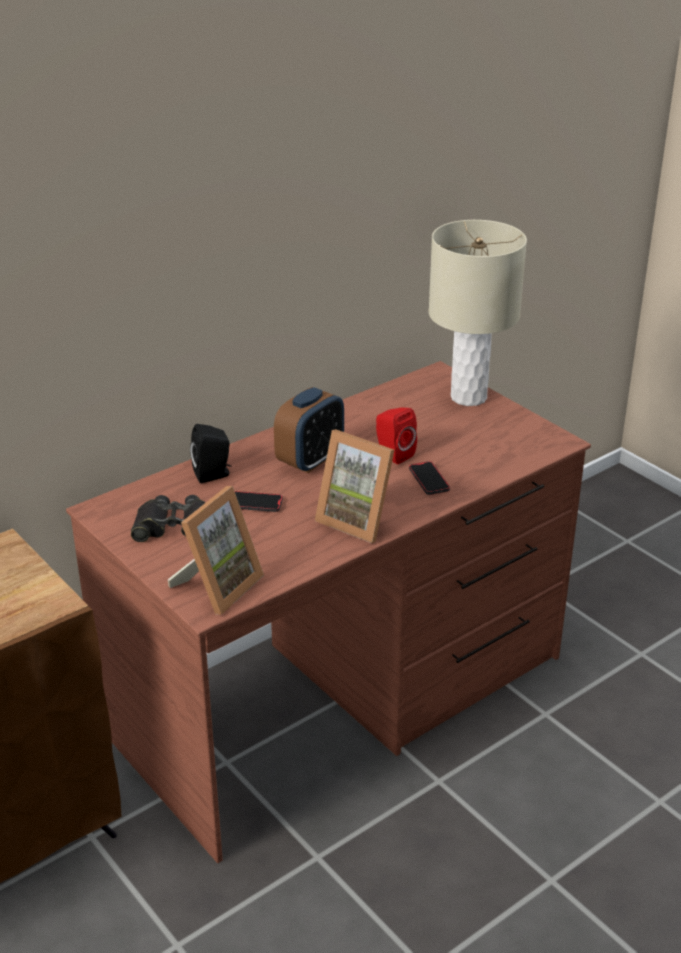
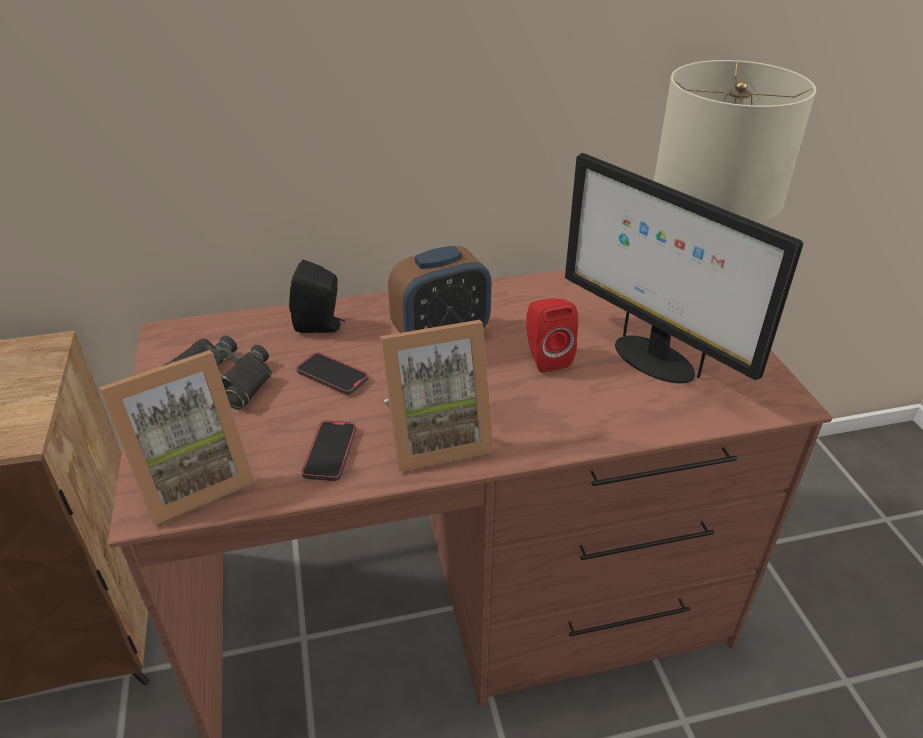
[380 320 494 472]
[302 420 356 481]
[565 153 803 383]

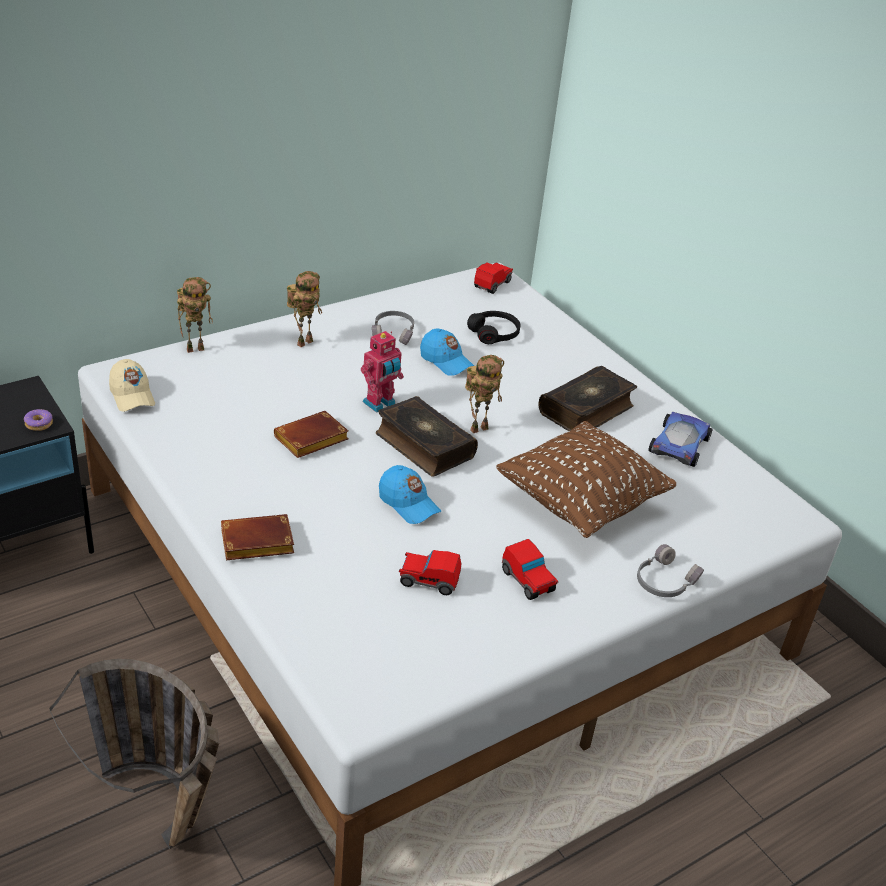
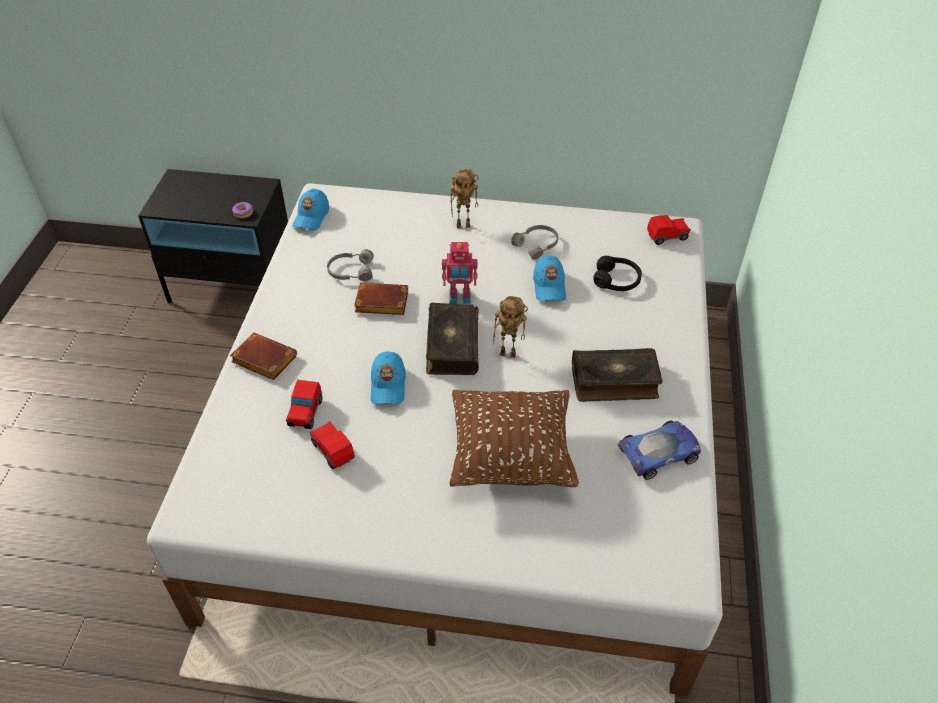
[177 277 213 353] (first image)
[292 189 329 231]
[286 380 322 429]
[327 249 374 281]
[49 659 219 849] (first image)

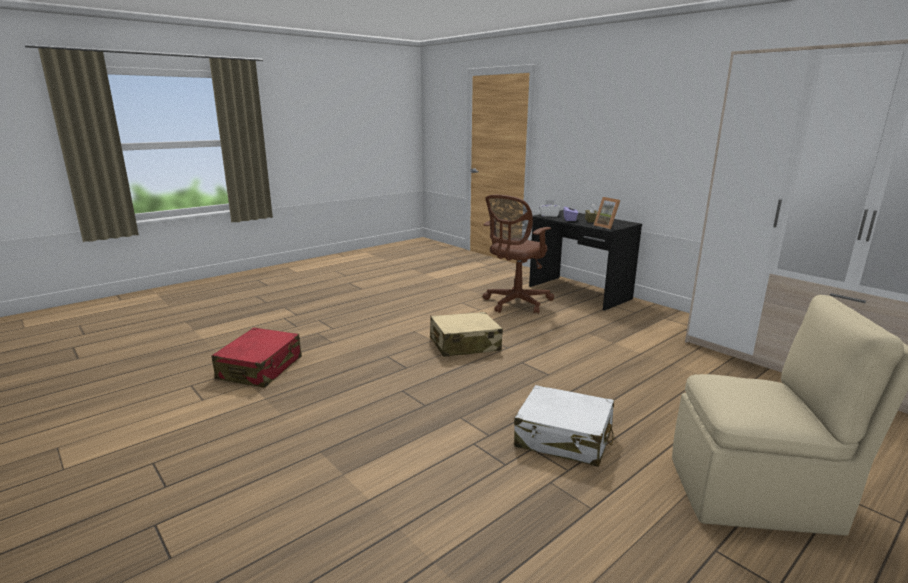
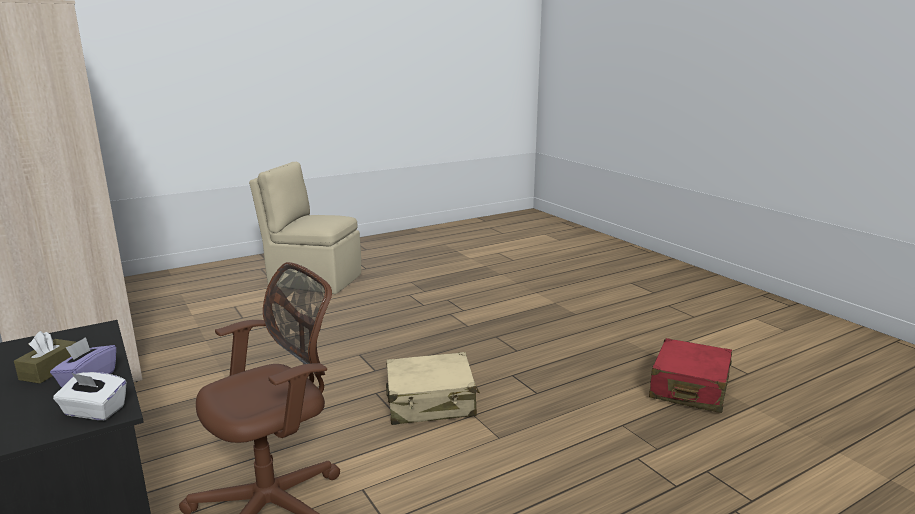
[594 197 621 230] (first image)
[514 385 614 467] (first image)

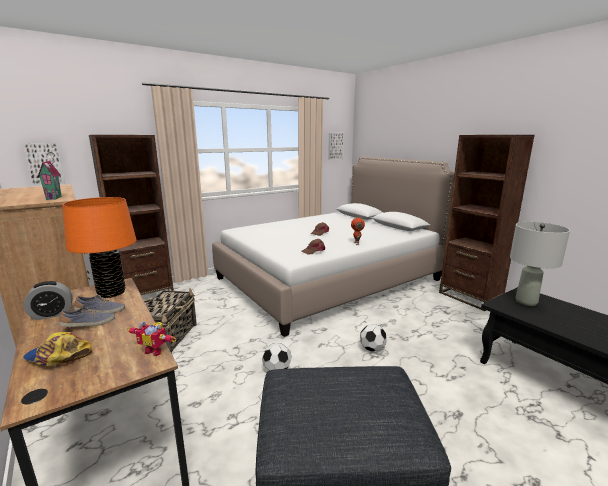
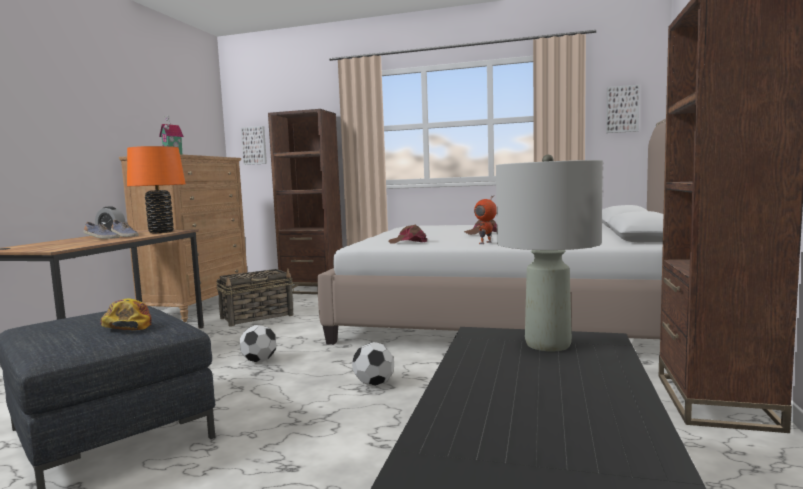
[127 321 176 356] (first image)
[100 298 152 330]

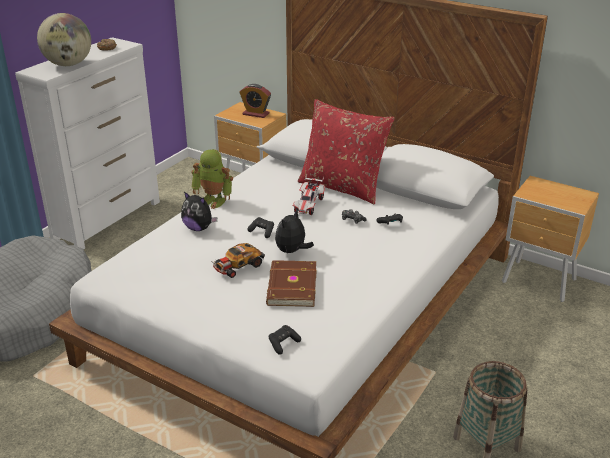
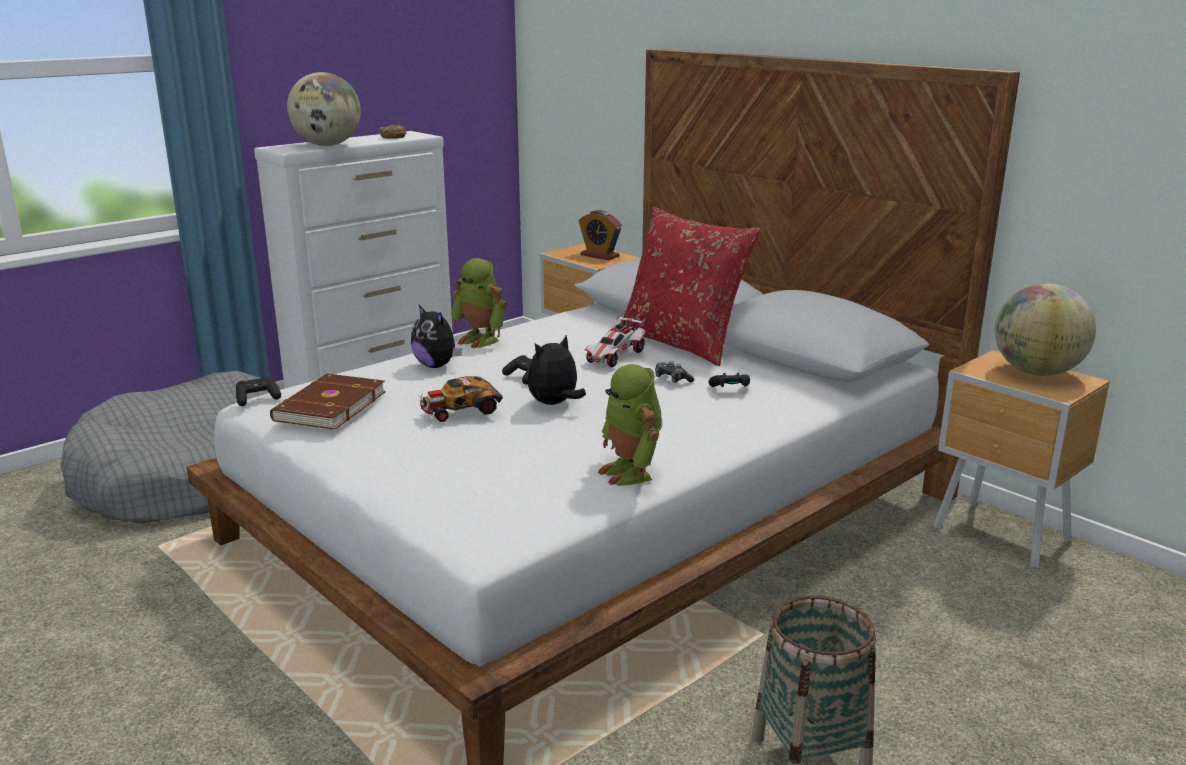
[270 374 386 430]
[236 376 281 406]
[995 283 1096 376]
[597 364 662 486]

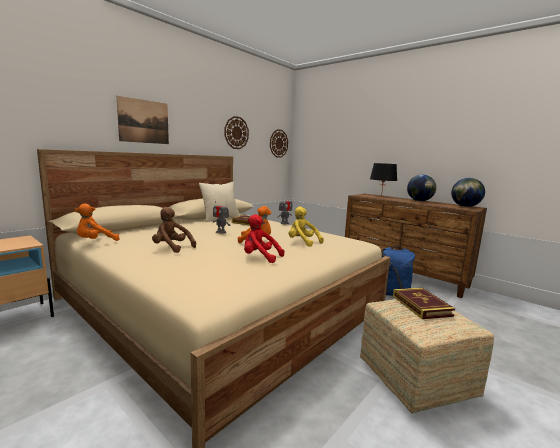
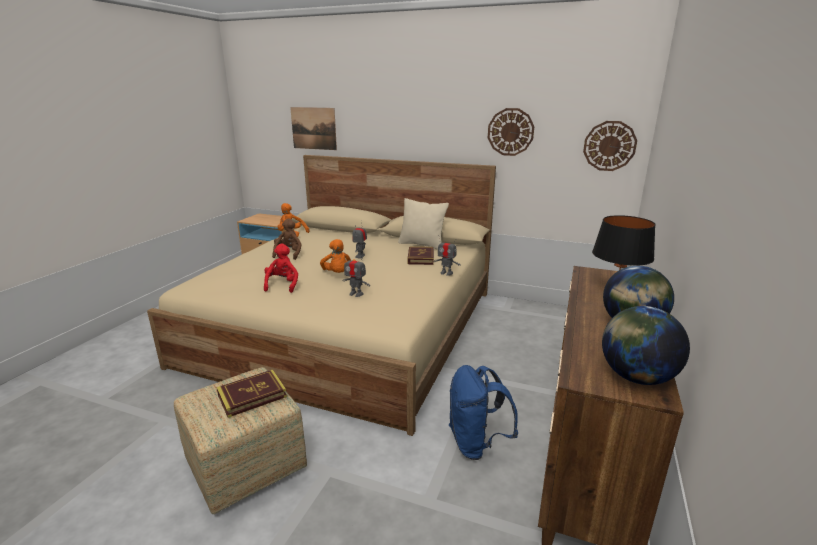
[290 107 337 150]
[342 252 370 297]

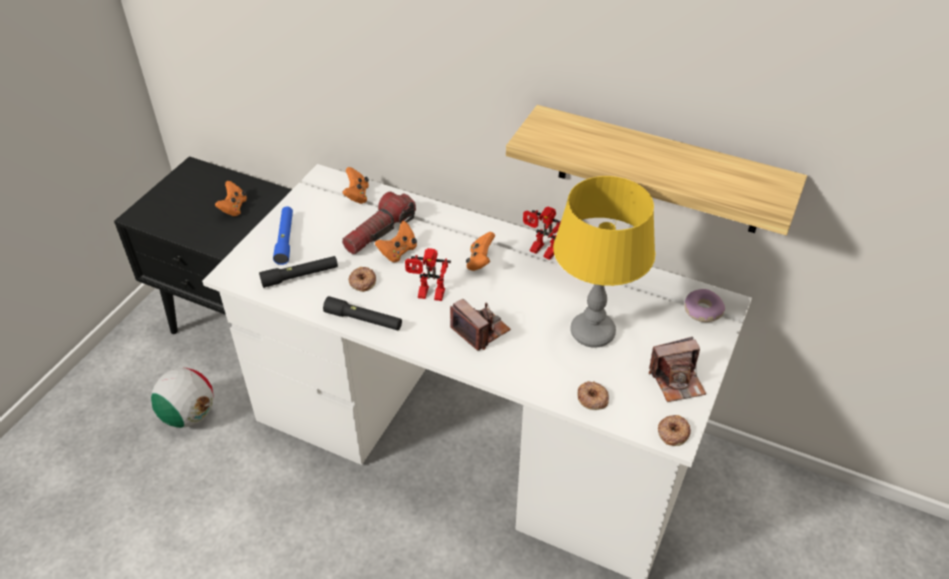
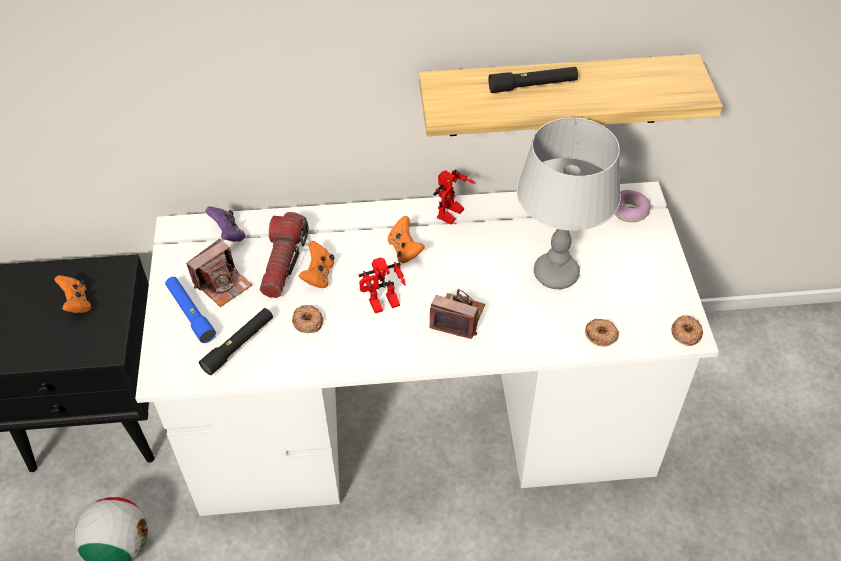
[205 206 246 242]
[517 118 621 289]
[433 170 476 224]
[489 67 578 93]
[186 239 252 307]

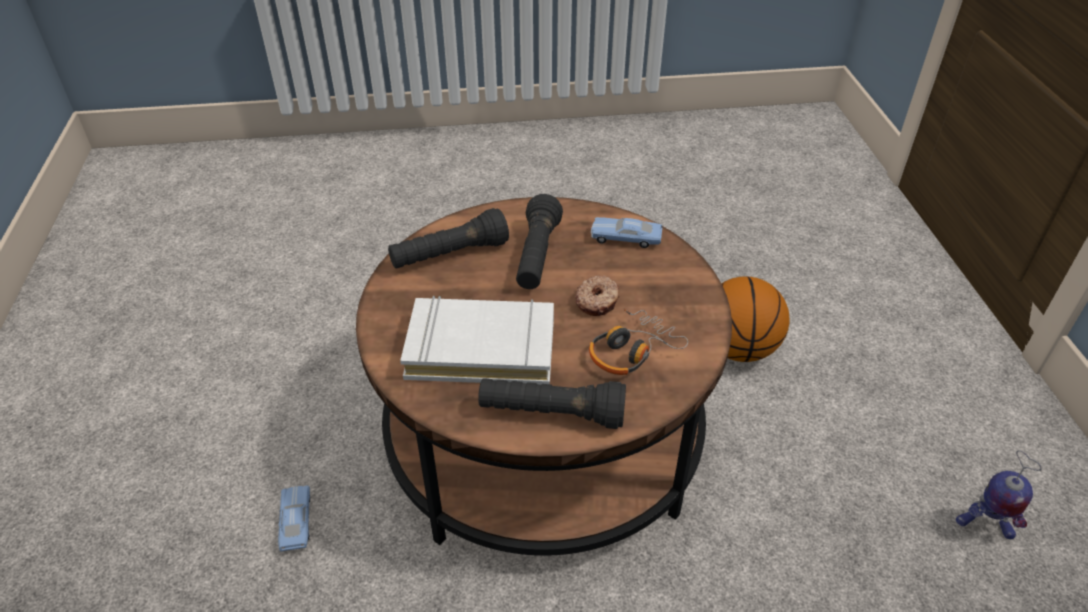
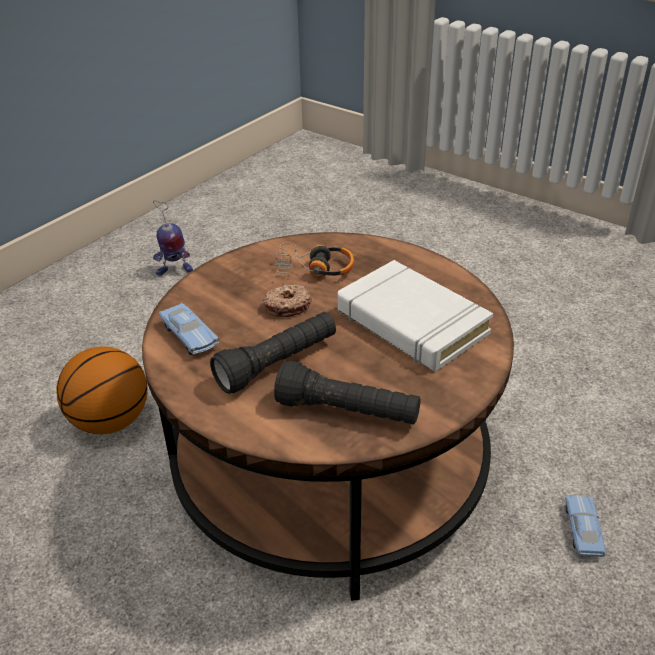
[478 378 626 429] (first image)
[153 200 193 276]
[565 496 605 557]

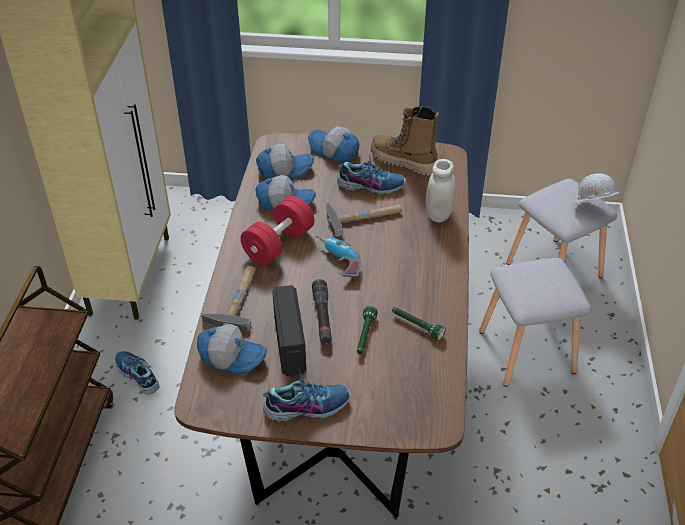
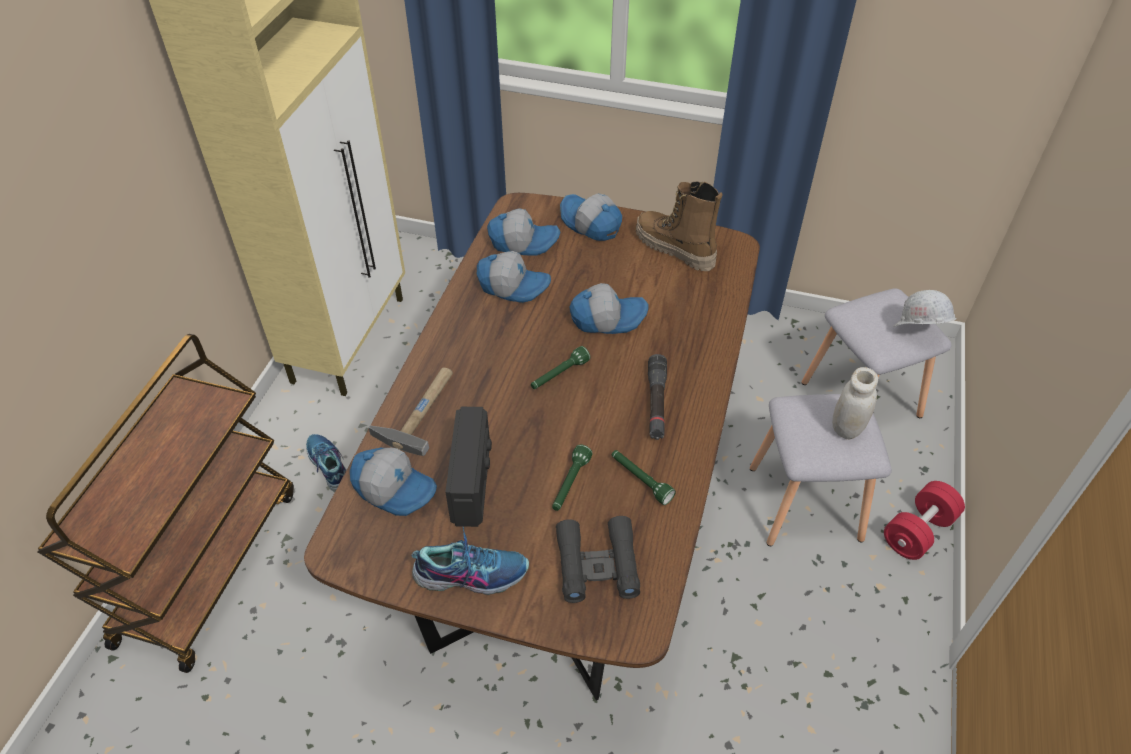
[337 157 406 195] (first image)
[832 367 878 439]
[884 481 965 560]
[570 283 649 334]
[531 346 590 389]
[648 354 667 440]
[556 516 640 603]

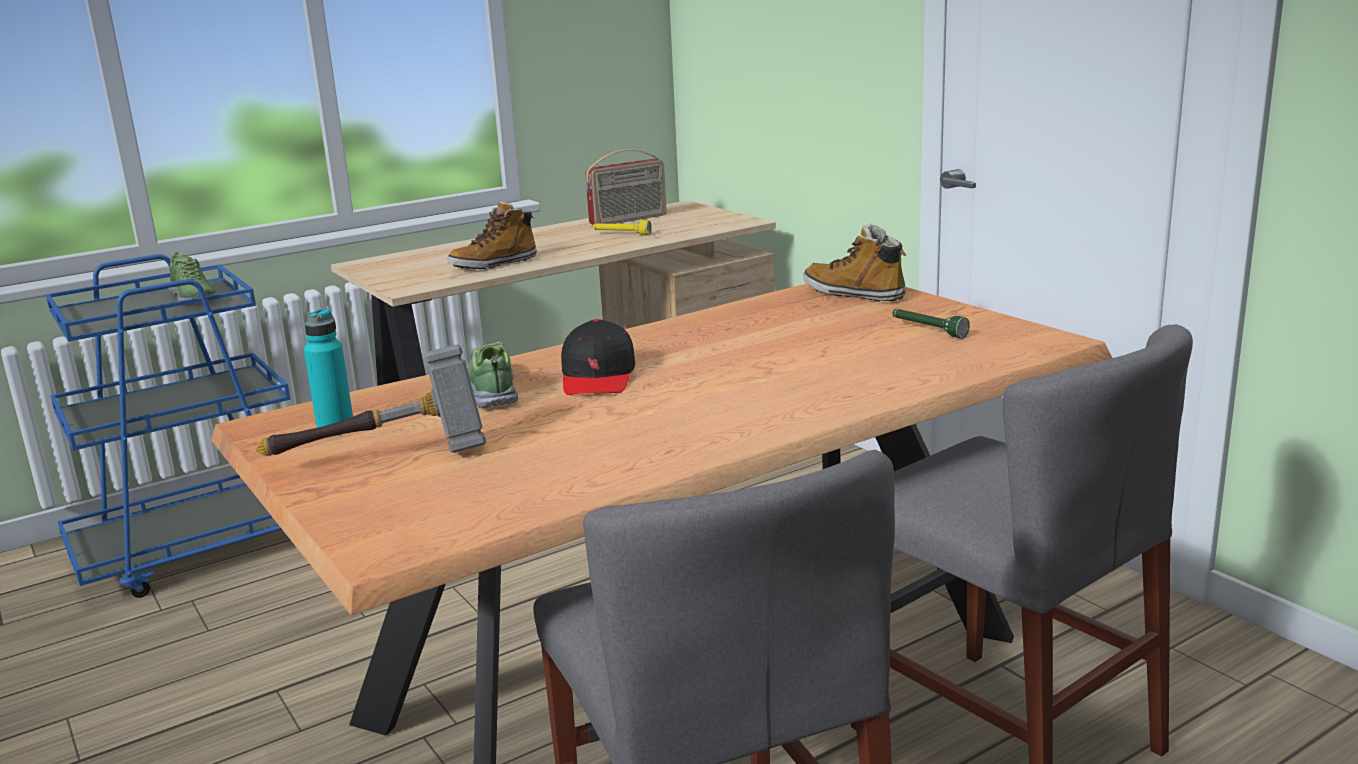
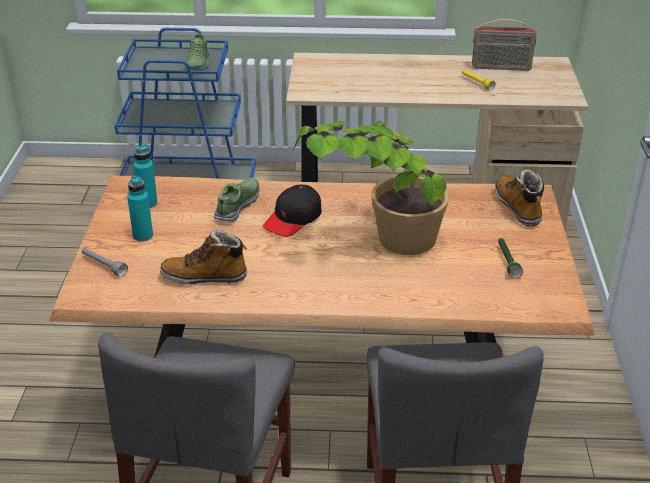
[160 230 247 285]
[127 175 153 241]
[293 121 449 255]
[81 248 128 277]

